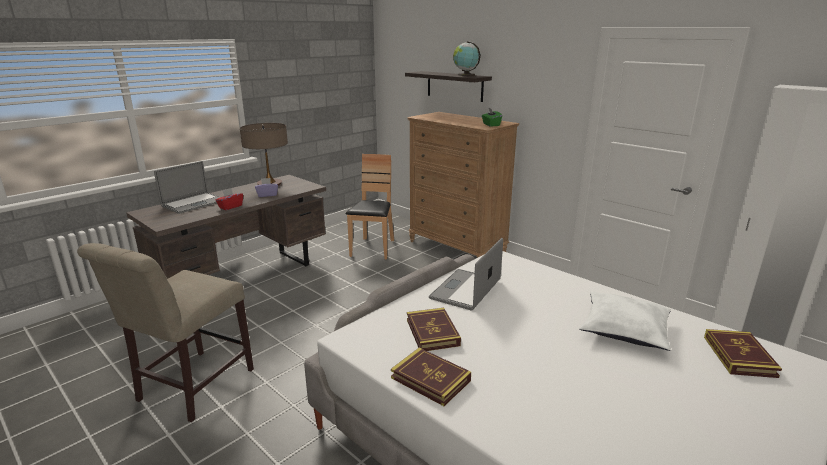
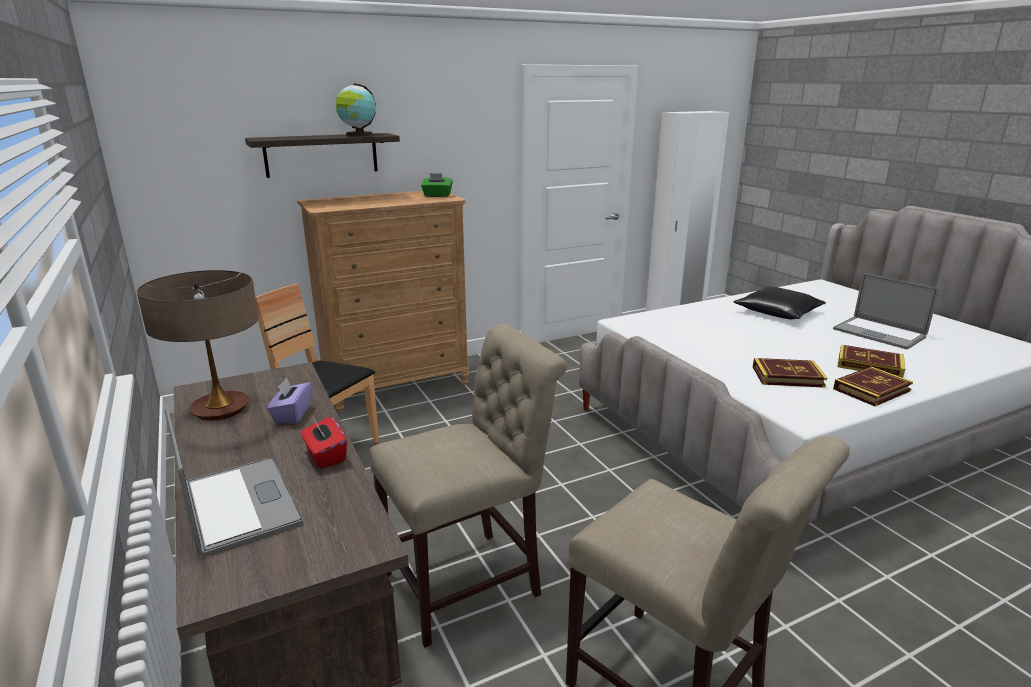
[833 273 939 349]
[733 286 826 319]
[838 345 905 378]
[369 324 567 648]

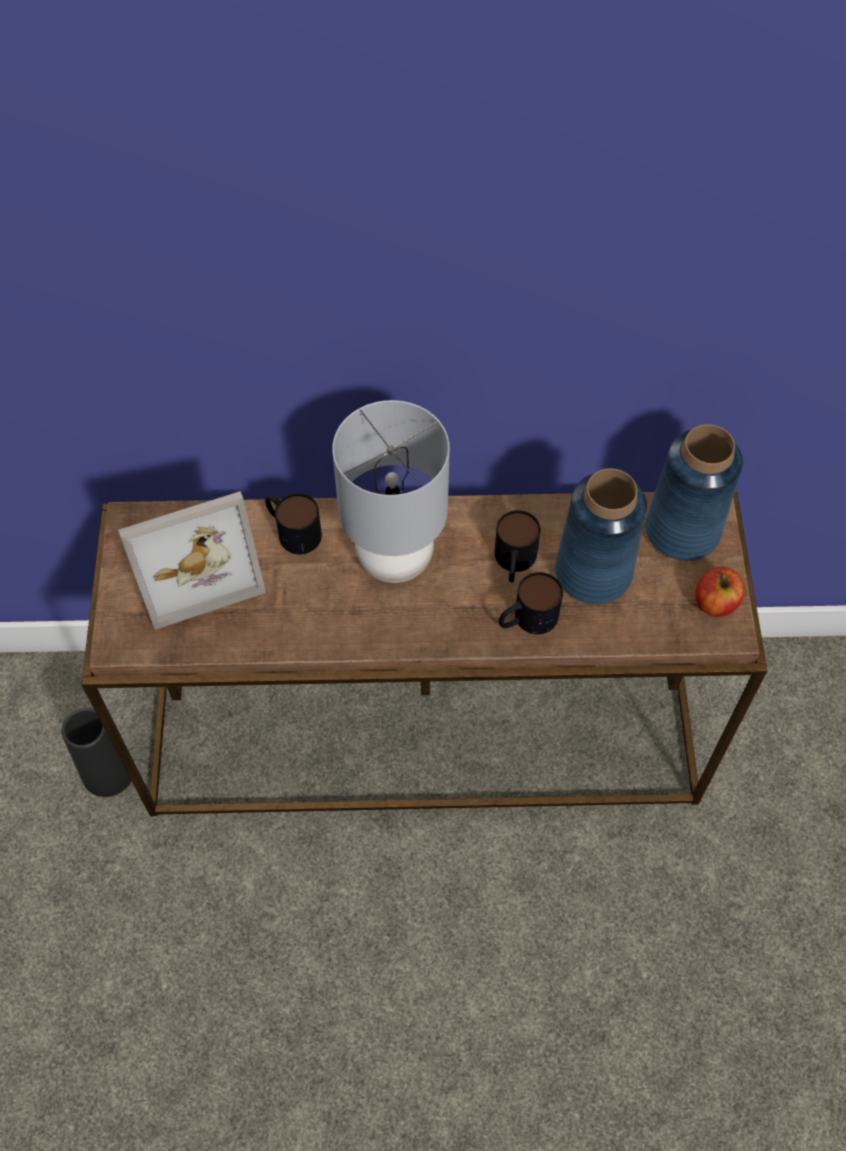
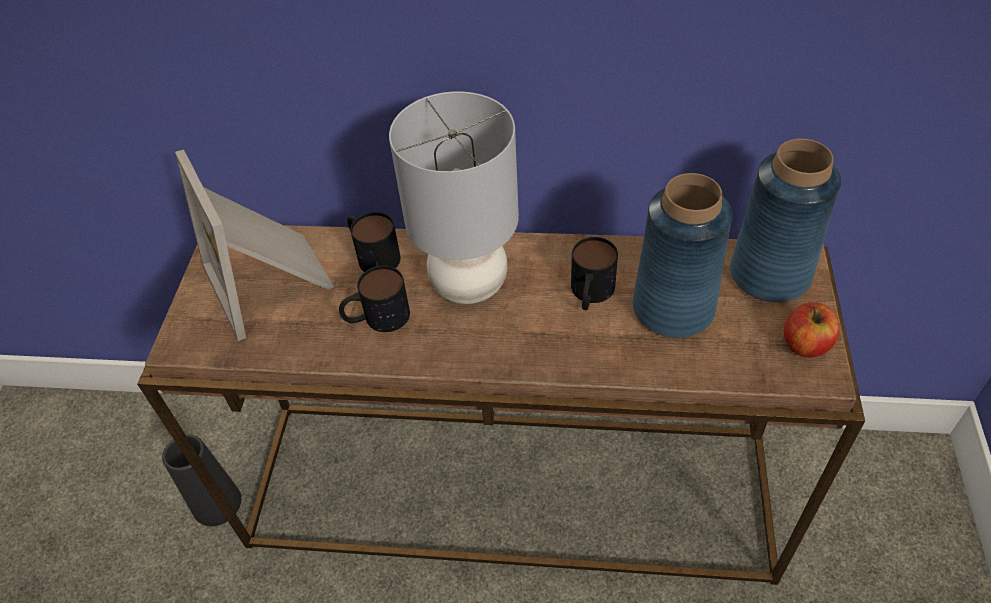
[175 150 334 341]
[339 266 410 332]

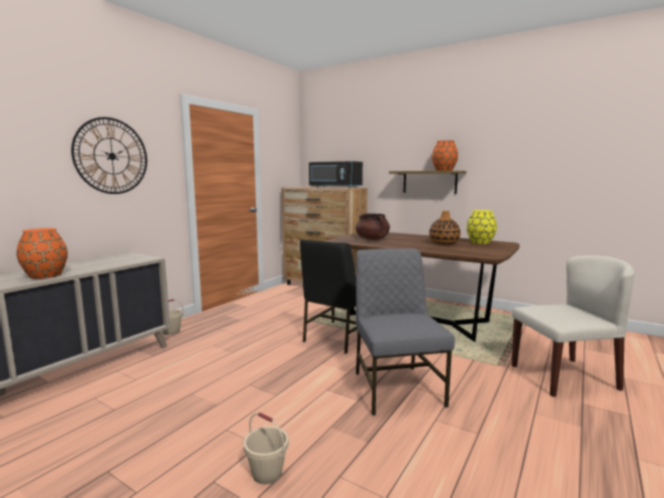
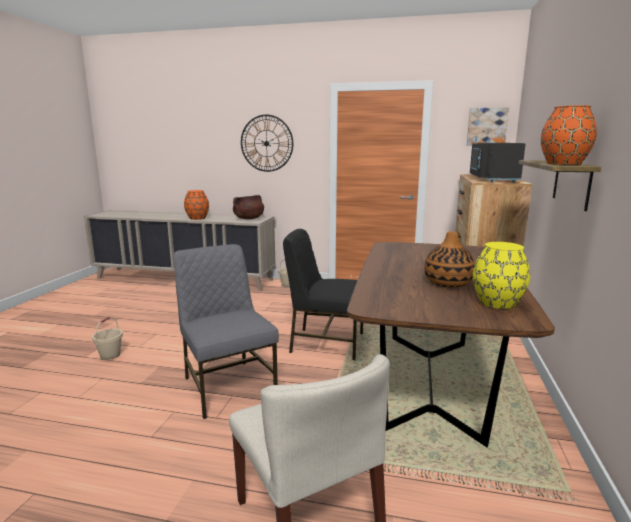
[233 195 264 219]
[173 244 279 419]
[467 107 509 146]

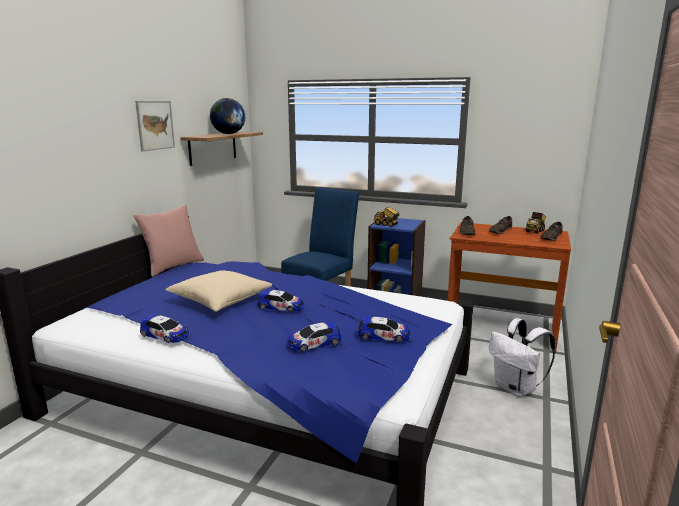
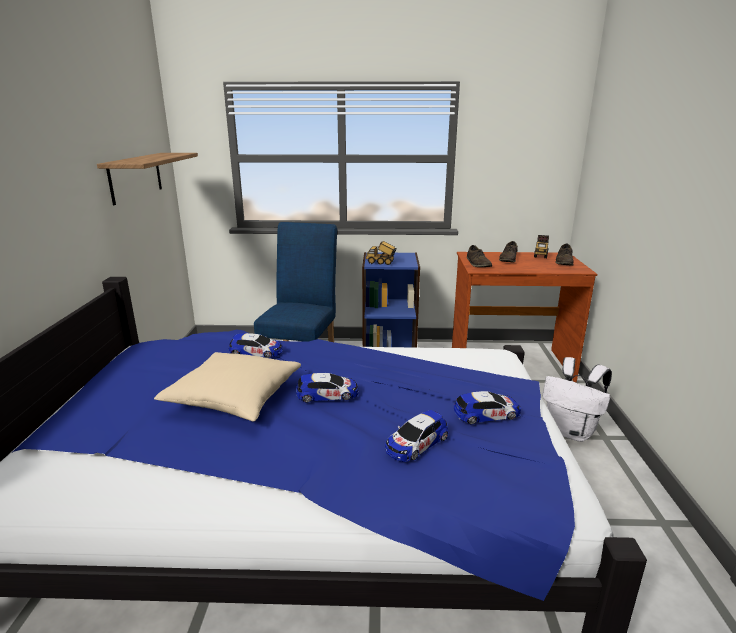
[210 98 245 134] (first image)
[135 101 175 151] (first image)
[134 205 204 277] (first image)
[229 333 283 358]

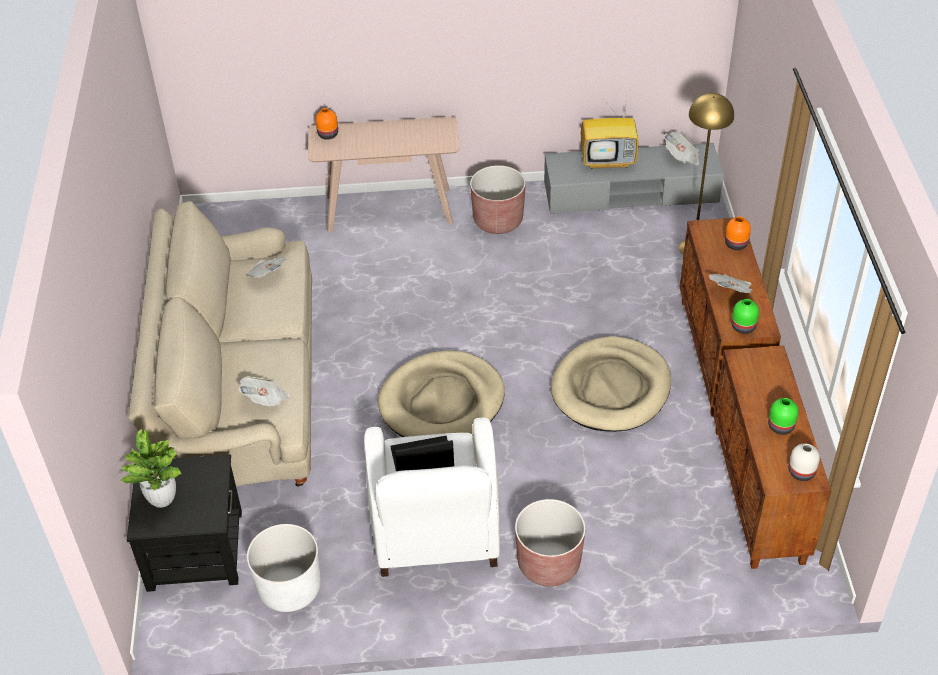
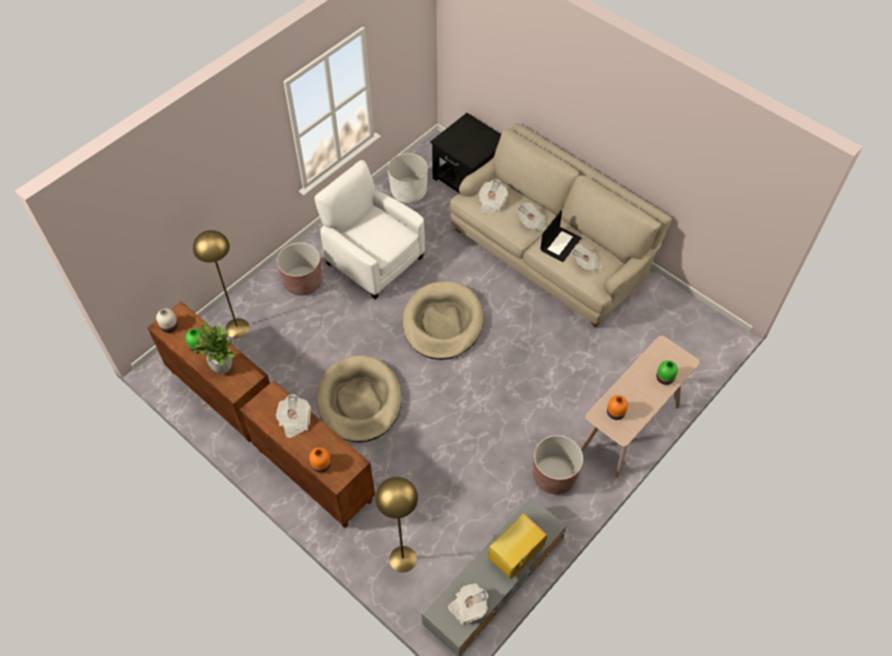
[607 395 628 420]
[656 360 678 385]
[193 322 235 374]
[540 210 581 262]
[518 202 546 231]
[193 230 249 338]

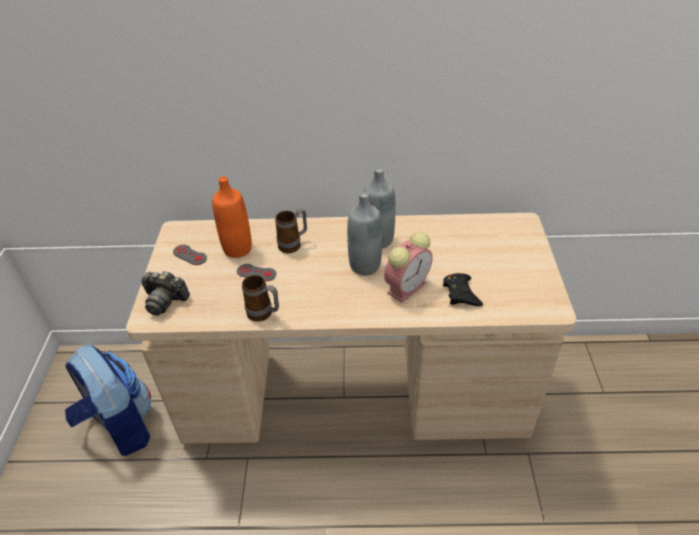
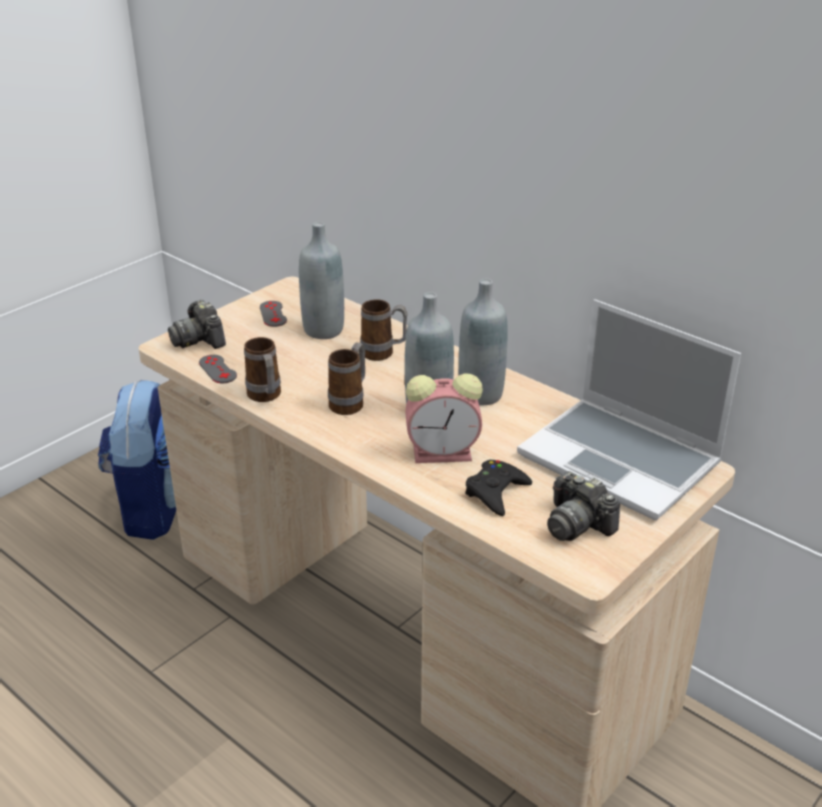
[299 222 344 339]
[199 355 237 383]
[517 299 741 520]
[328 343 365 415]
[547 471 620 541]

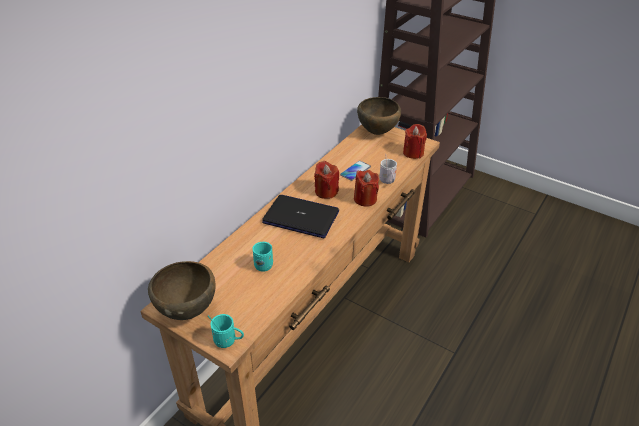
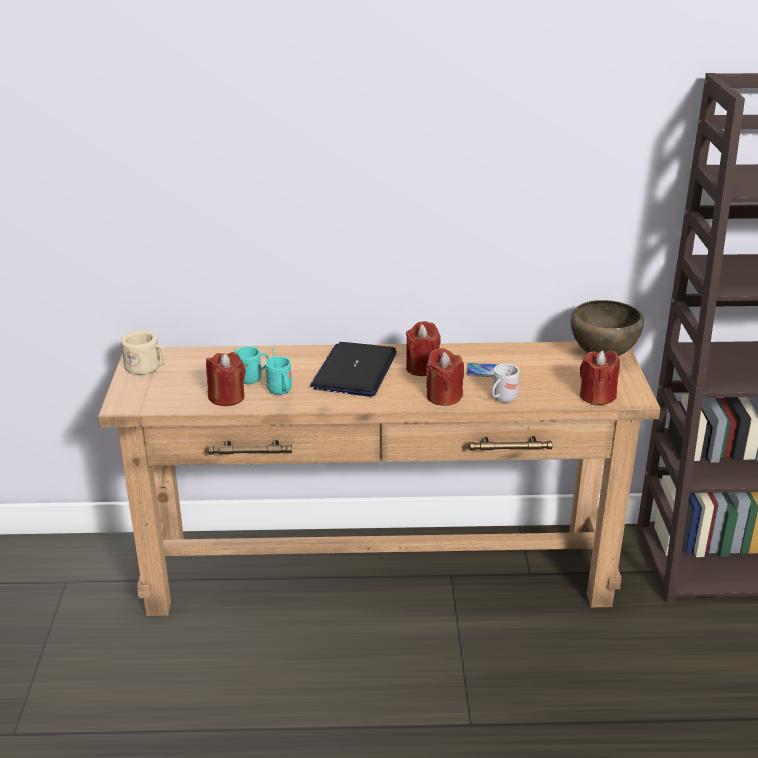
[310 342 397 397]
[121 331 165 375]
[265 348 292 395]
[206 352 246 406]

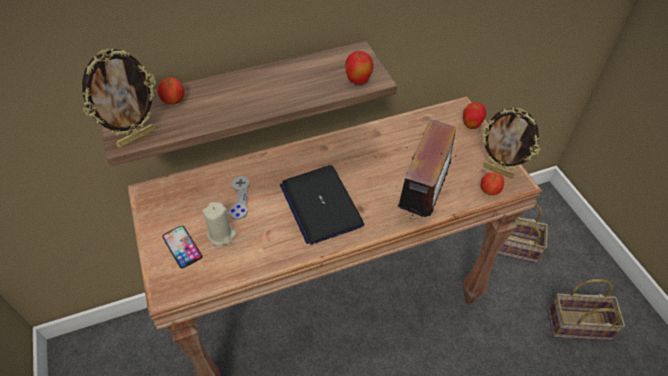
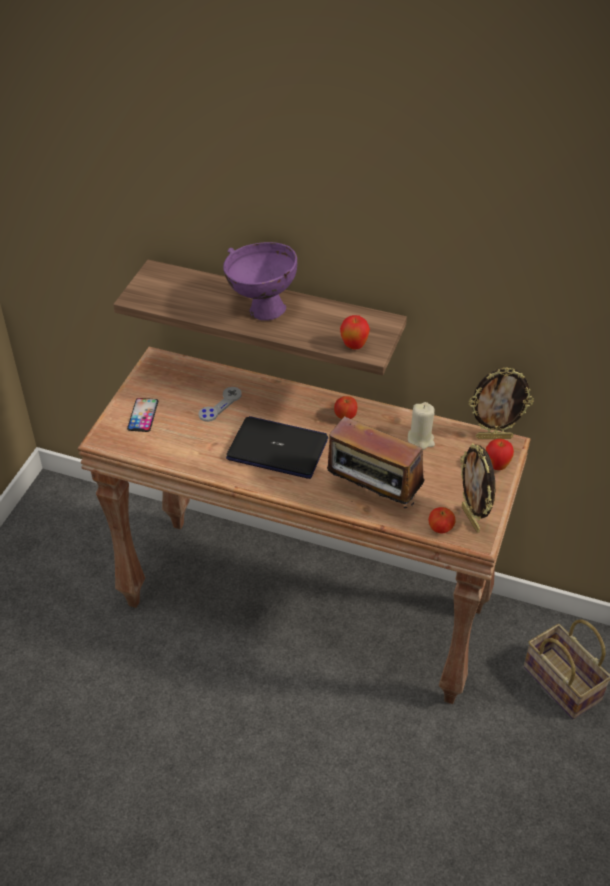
[469 367 534 439]
[334 396 357 419]
[327 416 425 508]
[226 416 328 479]
[408 402 435 450]
[547 279 625 341] (first image)
[223 242 297 321]

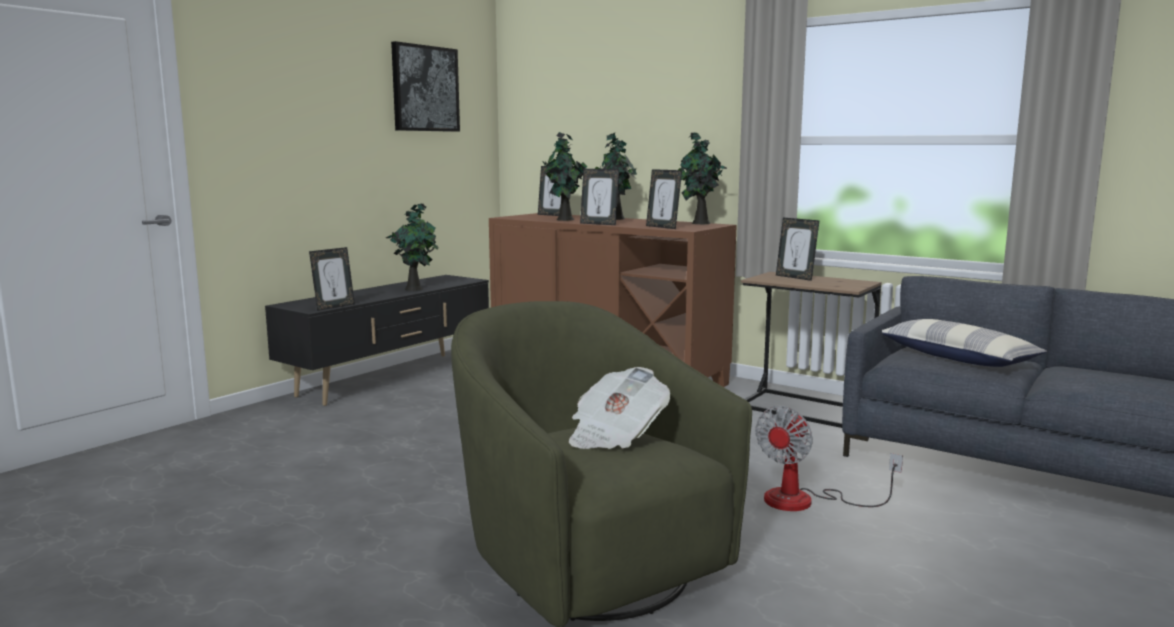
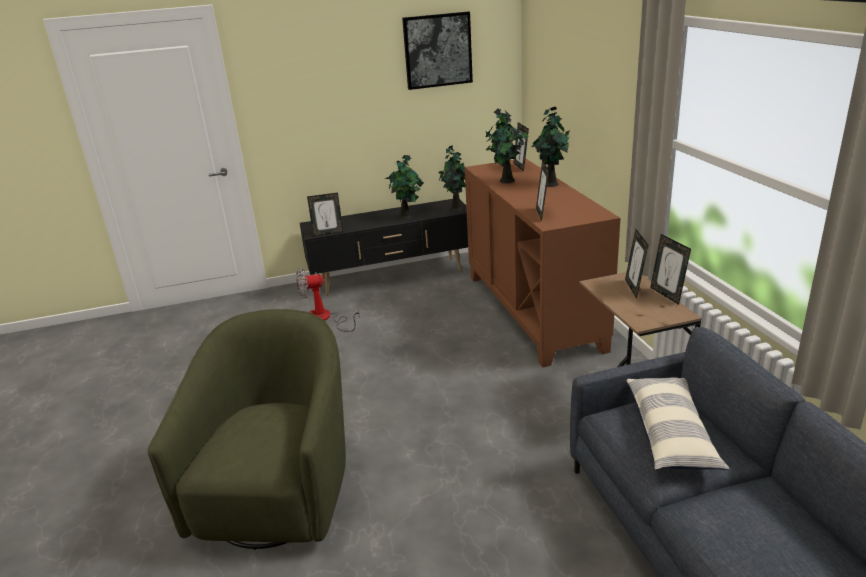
[439 145 465 212]
[650 234 691 305]
[569 367 670 449] (first image)
[296 268 360 332]

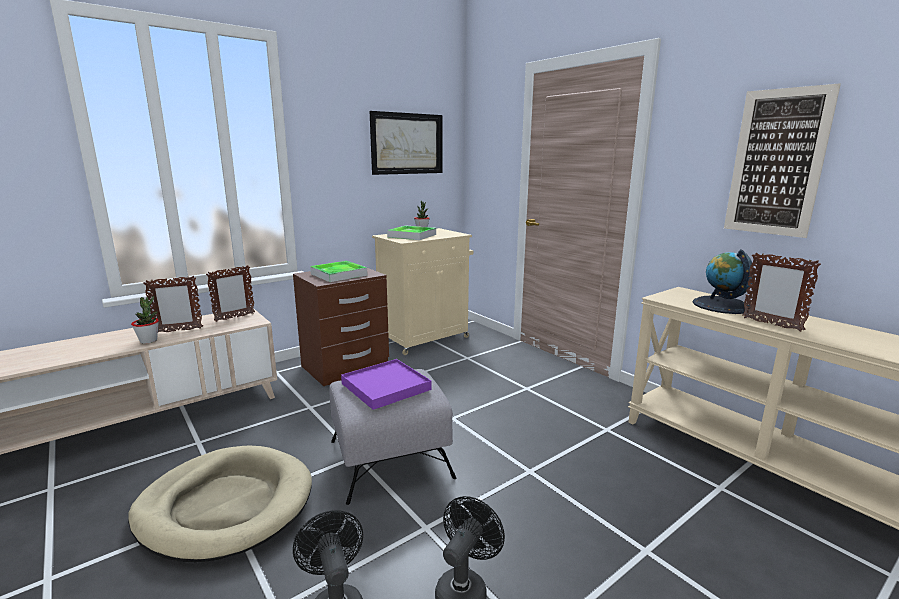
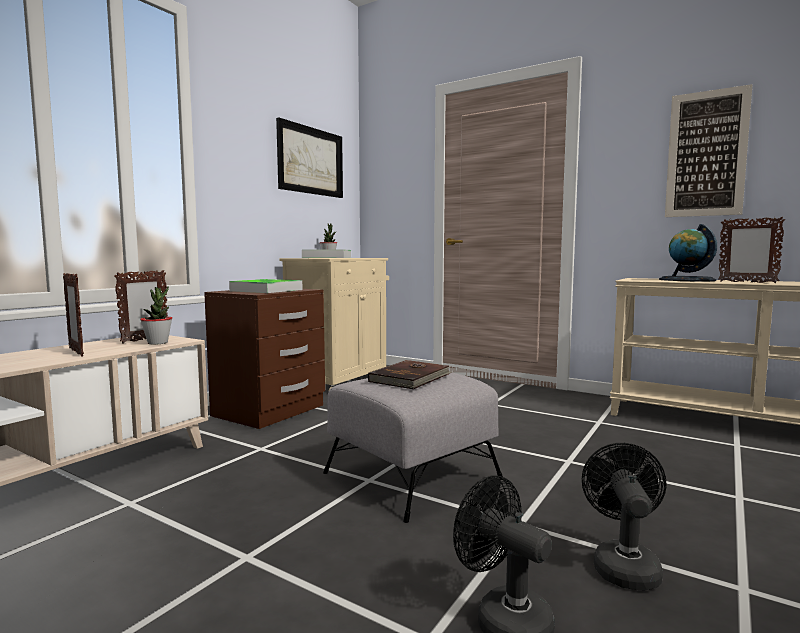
[63 273 84 357]
[140 287 172 345]
[368 360 452 389]
[128 446 312 562] (first image)

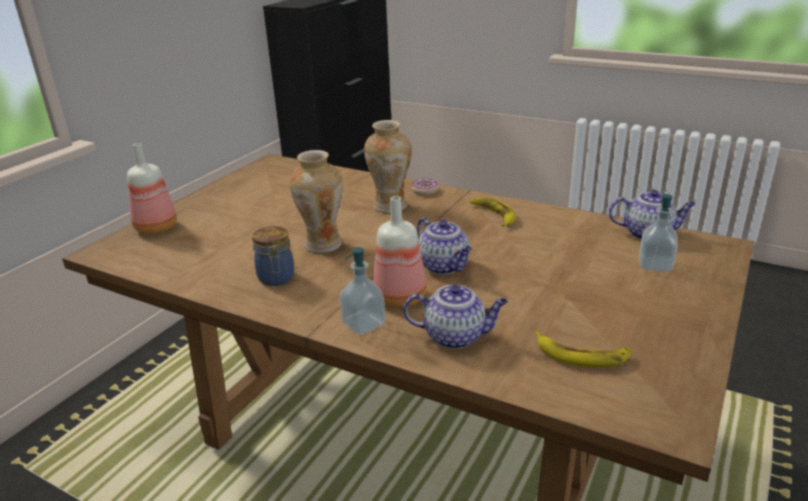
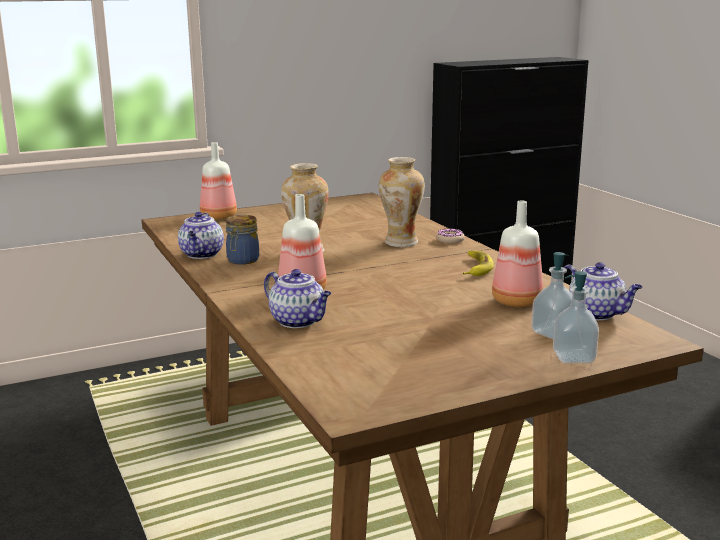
[178 212 224 259]
[553 271 599 363]
[535 331 631 367] (first image)
[492 201 543 307]

